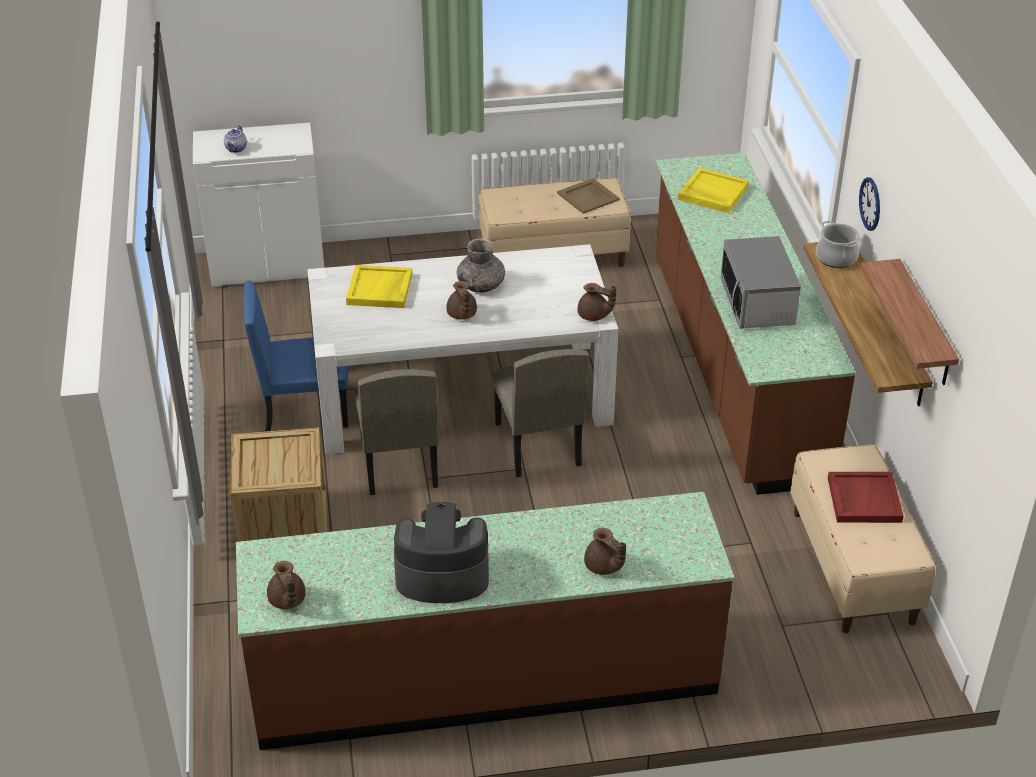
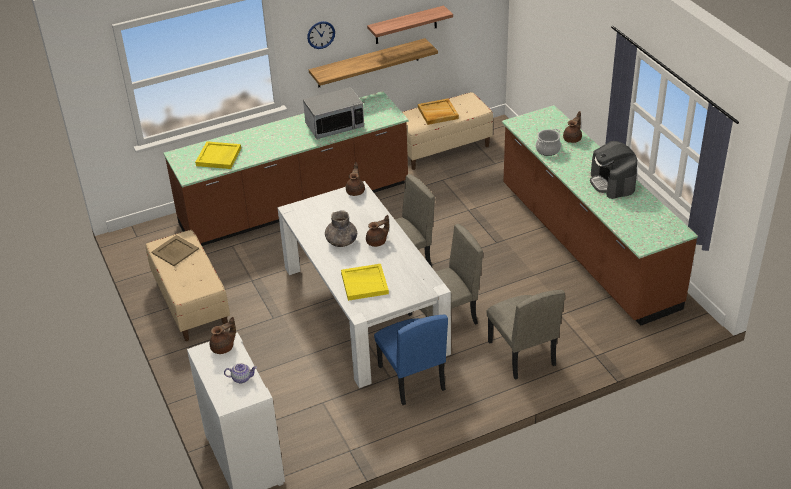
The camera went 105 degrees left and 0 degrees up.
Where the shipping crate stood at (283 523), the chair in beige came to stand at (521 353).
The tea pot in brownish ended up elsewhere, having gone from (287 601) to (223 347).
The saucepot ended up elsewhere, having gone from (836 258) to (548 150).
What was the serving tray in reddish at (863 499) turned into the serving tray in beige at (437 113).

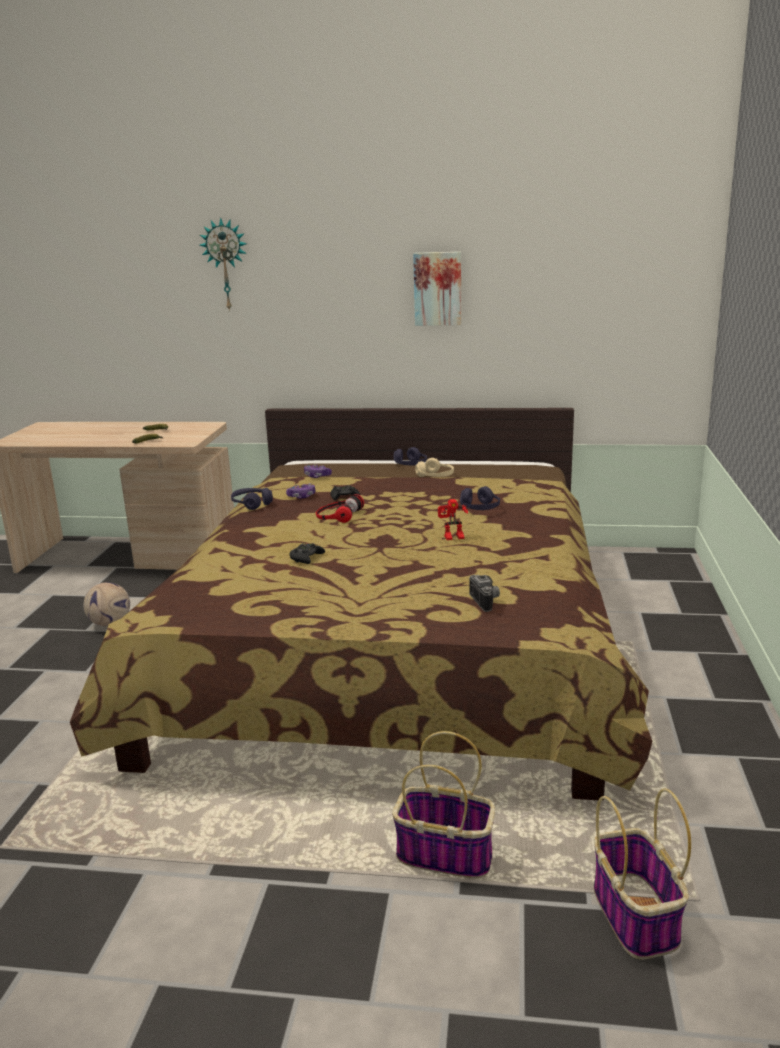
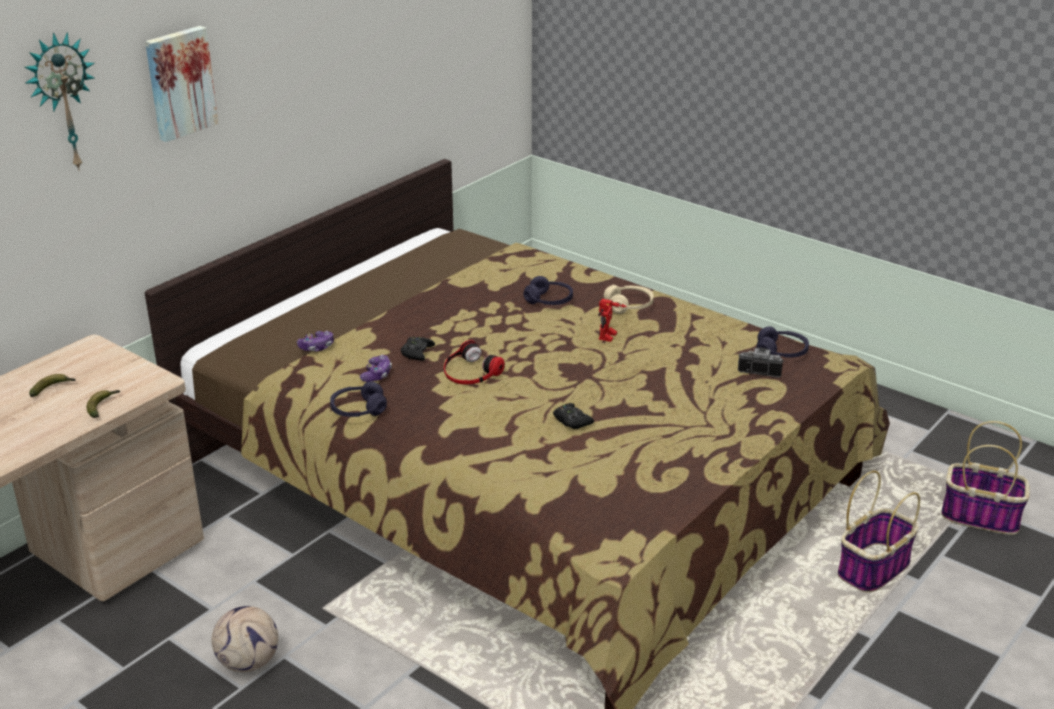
The camera went 60 degrees left and 10 degrees up.
The pair of headphones in purple-coloured ended up elsewhere, having gone from (410 465) to (781 352).
The picture ended up elsewhere, having gone from (437 288) to (179 82).
The pair of headphones in beige ended up elsewhere, having gone from (435 476) to (629 306).

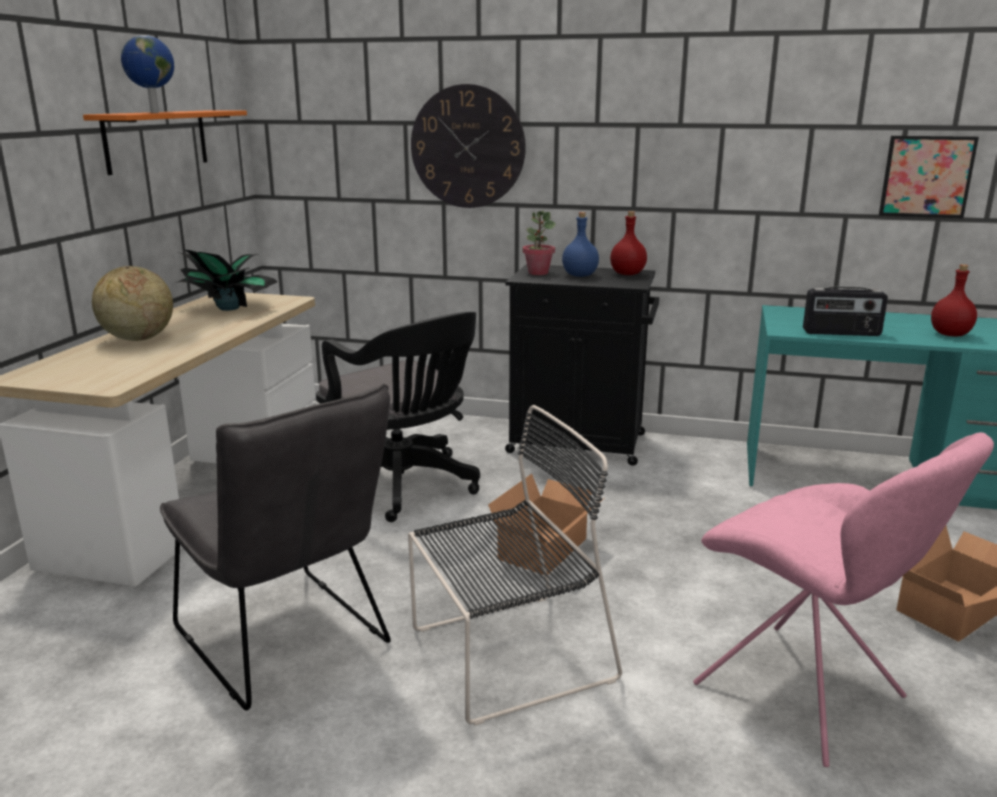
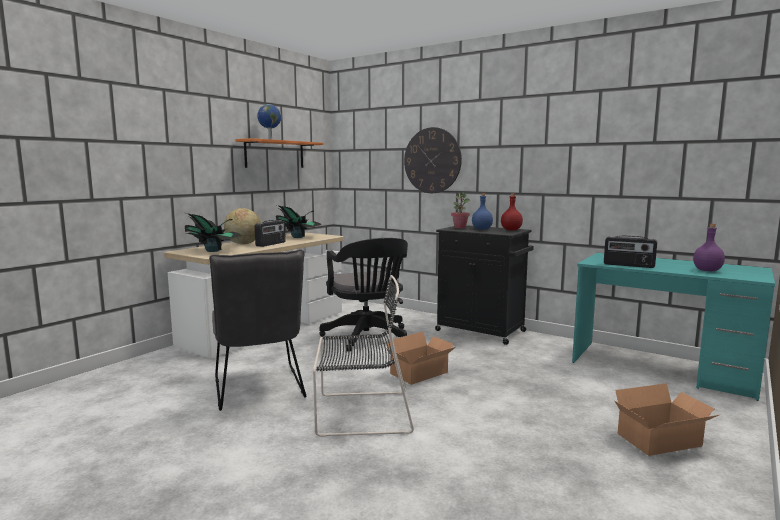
The camera went 20 degrees right and 10 degrees down.
The second view lost the chair in pink at (805 695).
The second view lost the picture at (926 176).
What was the beverage bottle in reddish at (951 334) turned into the beverage bottle in purple-coloured at (707 270).
The second view gained the houseplant at (212 251).
The second view gained the radio receiver at (271 244).

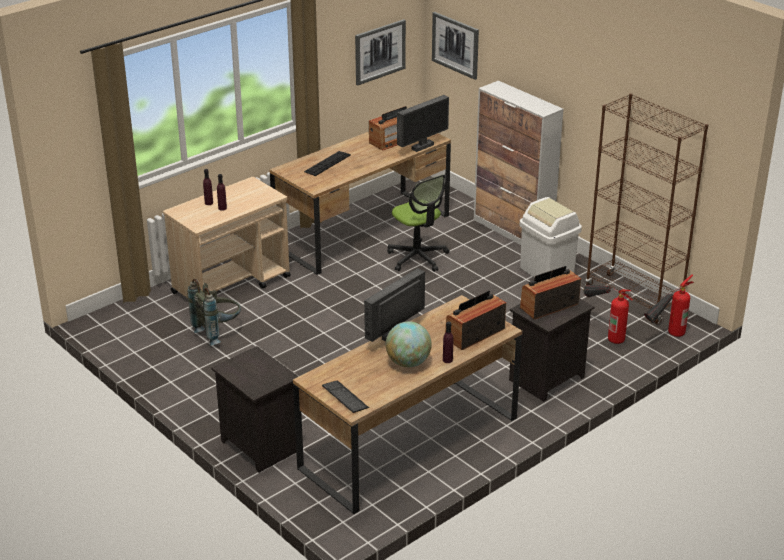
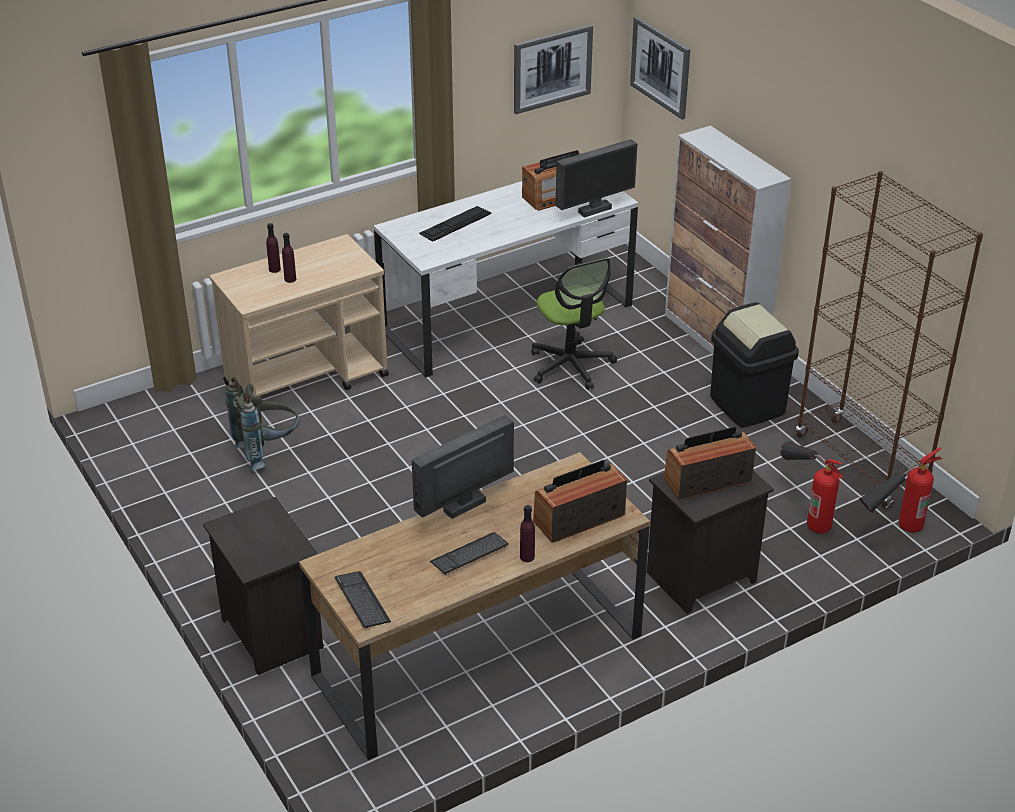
The camera went 10 degrees right and 5 degrees up.
What was the desk table in brownish at (363 231) turned into the desk table in white at (507 317).
Where the globe stood at (408 363), the keyboard came to stand at (469 554).
What was the waste bin in white at (547 270) turned into the waste bin in blackish at (748 405).

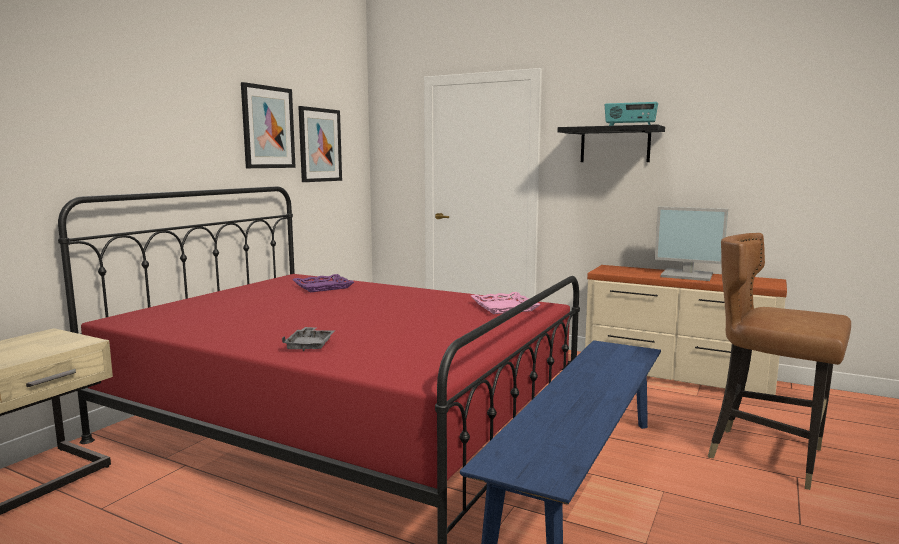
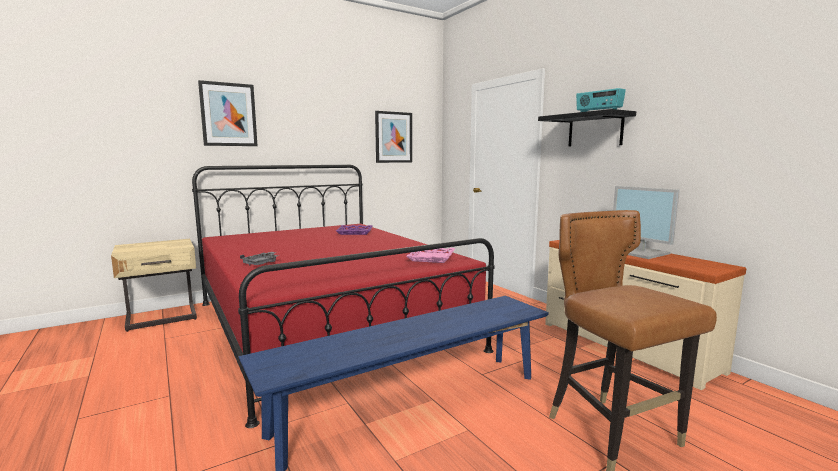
The camera went 30 degrees right and 0 degrees up.
The picture ended up elsewhere, having gone from (268 127) to (228 114).

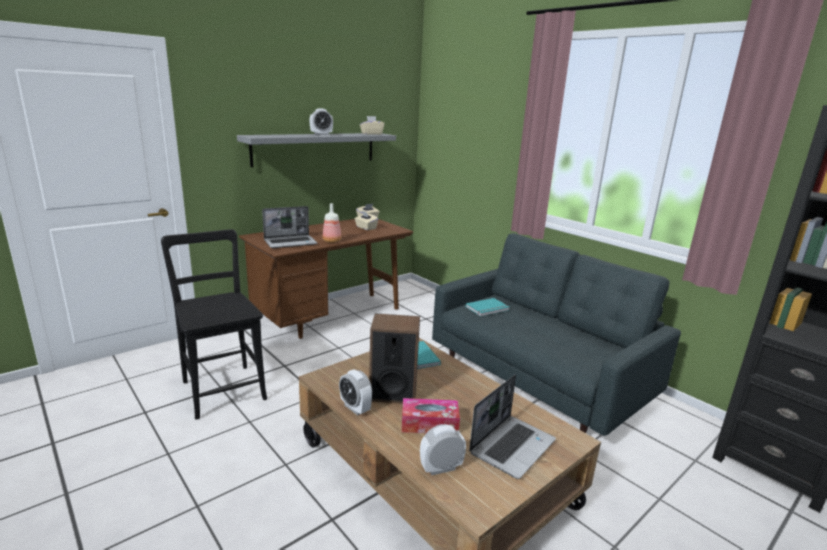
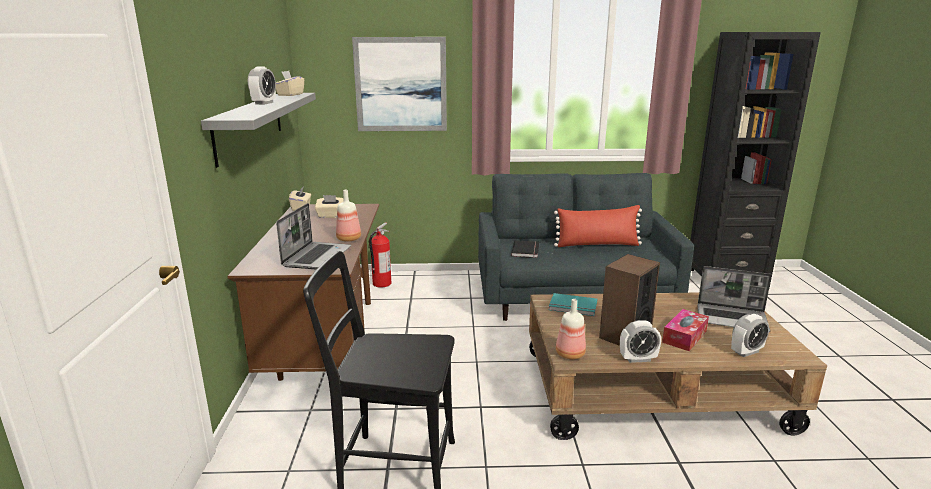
The camera went 50 degrees left and 0 degrees up.
The bedside clock at (441 468) ended up facing another way, 135 degrees counterclockwise from before.
What was the volume in turquoise at (488 309) turned into the volume in blackish at (526 250).
The portable computer at (512 446) ended up facing another way, 120 degrees clockwise from before.
The second view gained the picture at (401 85).
The second view gained the fire extinguisher at (381 284).
The second view gained the cushion in reddish at (597 244).
The second view gained the beverage bottle at (569 354).

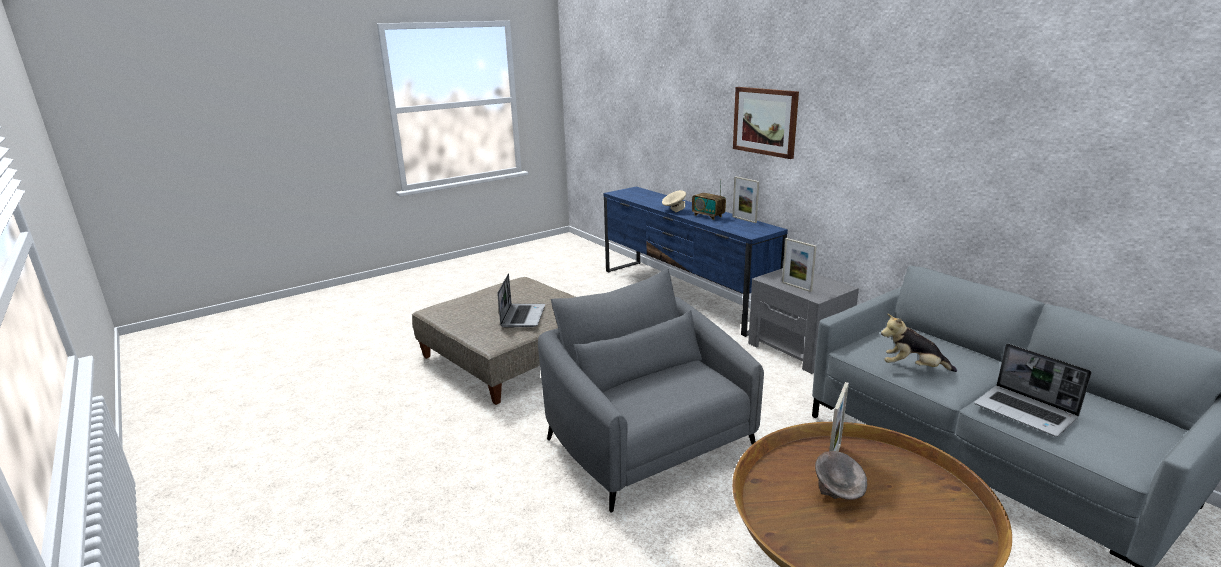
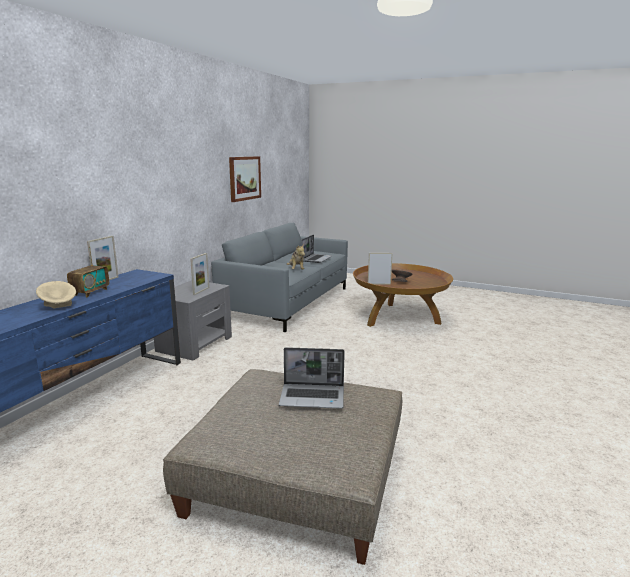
The camera went 120 degrees left and 5 degrees down.
The portable computer at (522 316) ended up facing another way, 150 degrees counterclockwise from before.
The second view lost the easy chair in gray at (649 442).
The picture ended up elsewhere, having gone from (765 121) to (244 178).

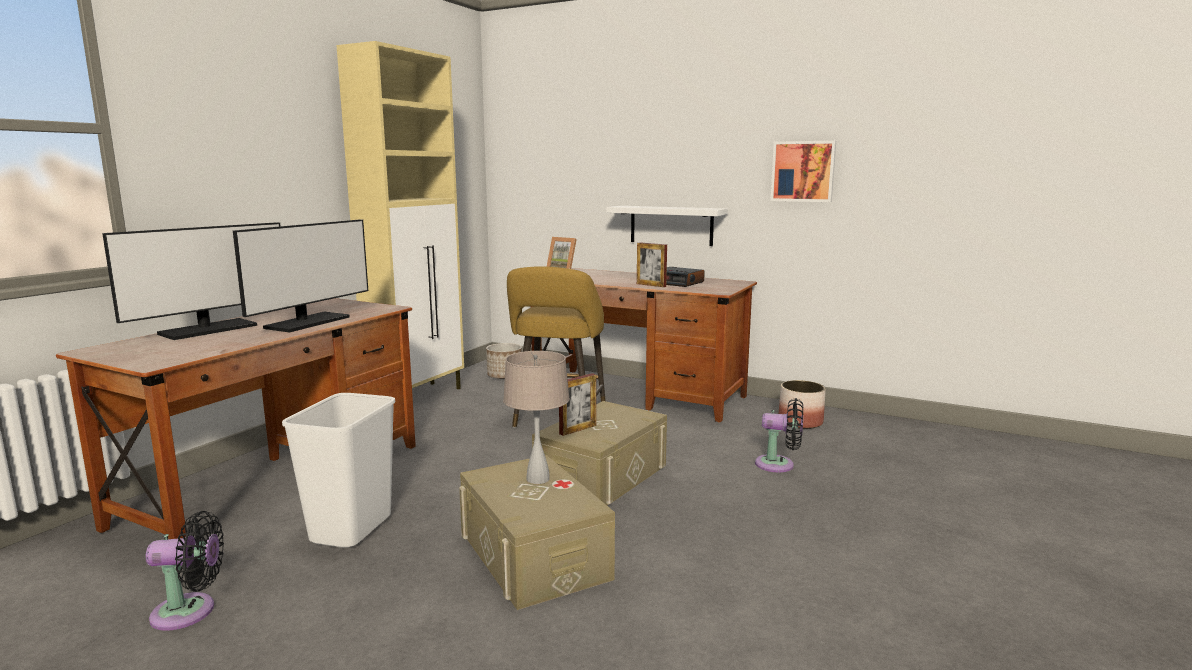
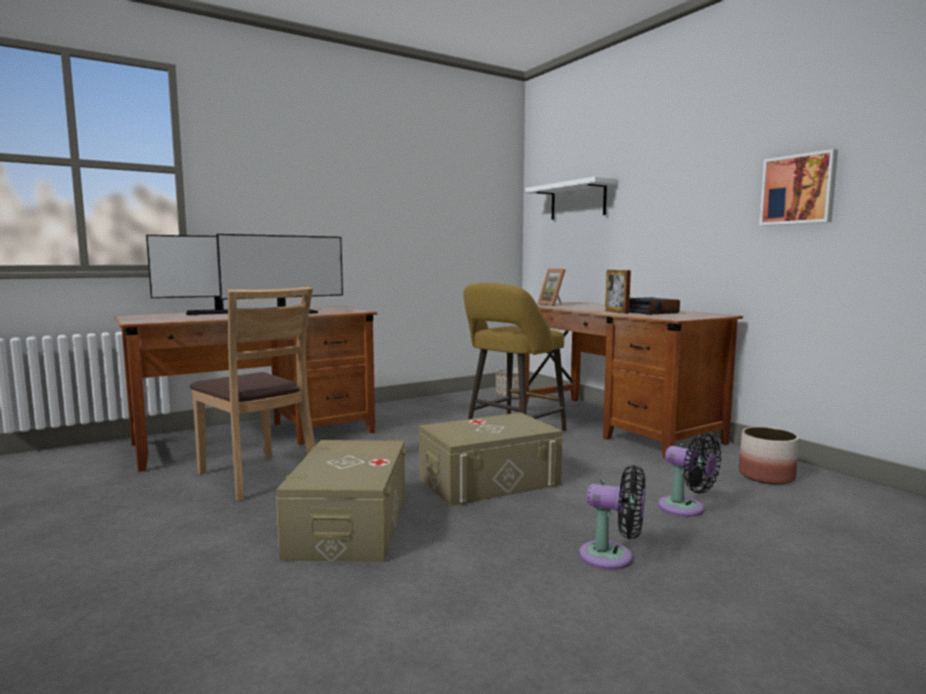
The camera went 30 degrees right and 5 degrees down.
The cooling fan in blackish ended up elsewhere, having gone from (190 612) to (612 557).
Where the waste bin in white stood at (352 530), the chair in brownish came to stand at (257 476).
The second view lost the cabinet in beige at (418 397).
The second view lost the table lamp in beige at (538 478).
The second view lost the photo frame at (578 429).
The shelf in white ended up elsewhere, having gone from (671 225) to (578 201).

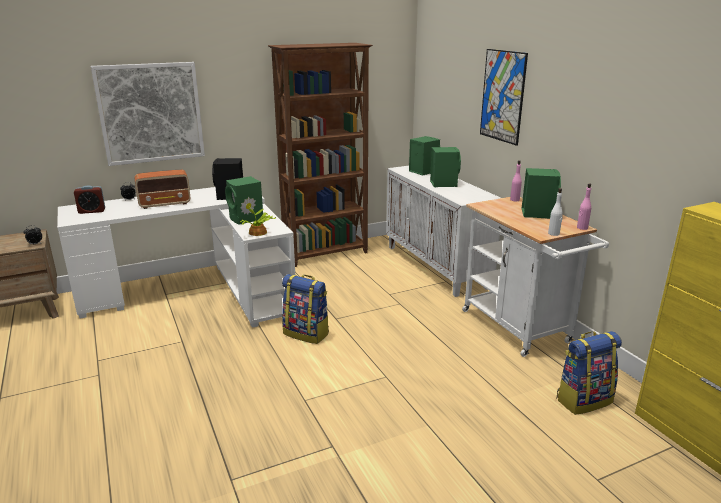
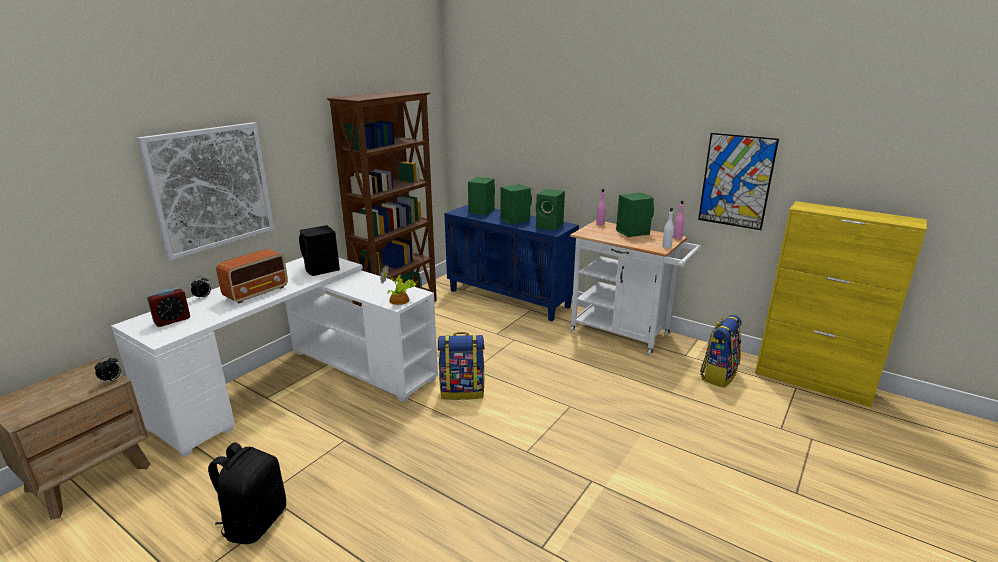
The camera went 30 degrees left and 0 degrees up.
The loudspeaker in green ended up elsewhere, having gone from (246 219) to (550 226).
What was the cabinet in white at (436 266) turned into the cabinet in blue-coloured at (510 298).
The picture ended up elsewhere, having gone from (502 96) to (736 181).
The second view gained the knapsack in blackish at (255 522).

